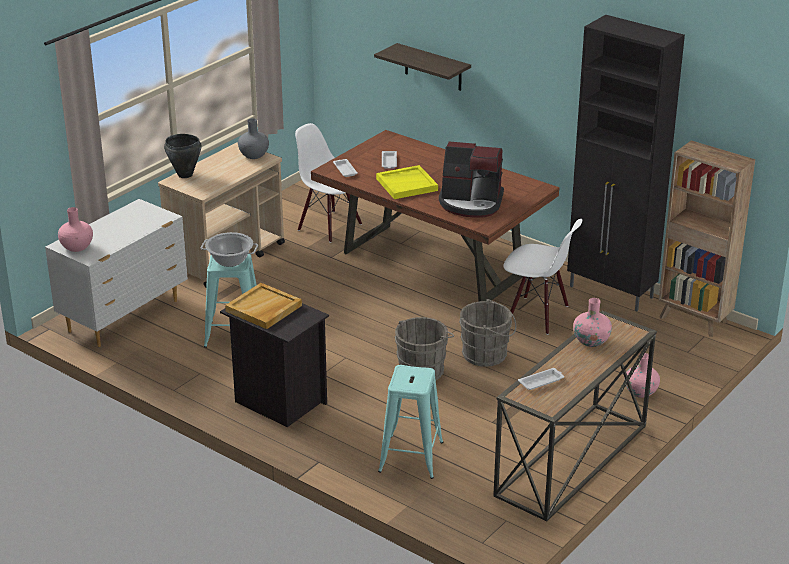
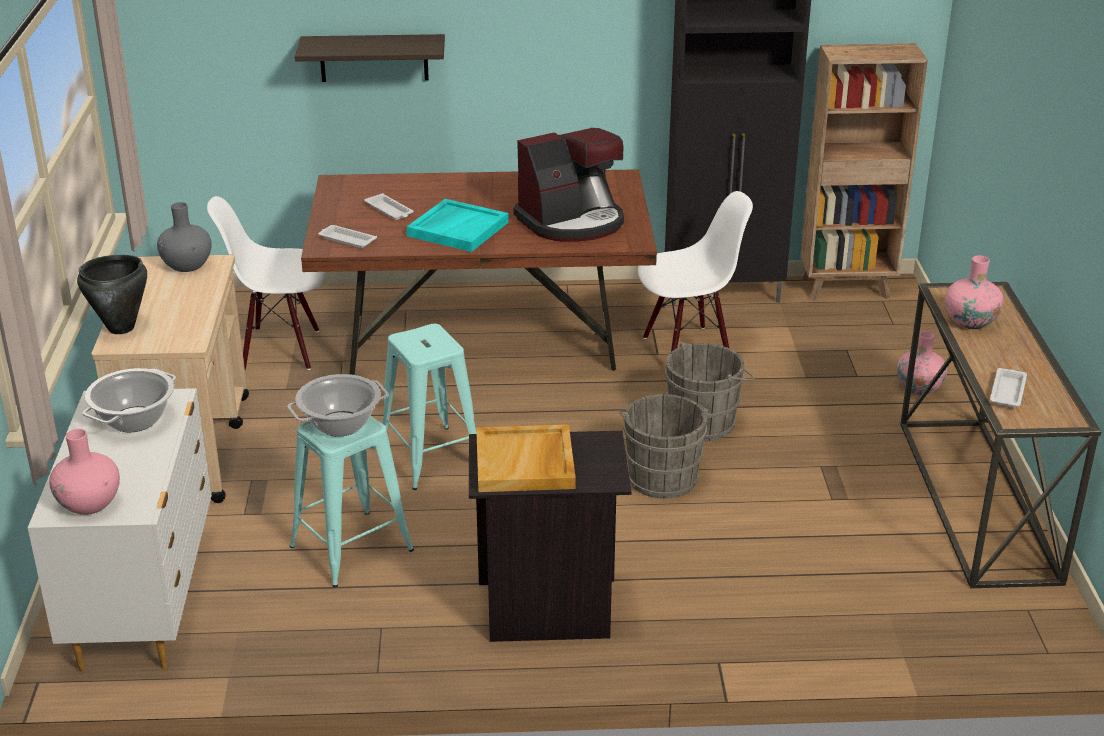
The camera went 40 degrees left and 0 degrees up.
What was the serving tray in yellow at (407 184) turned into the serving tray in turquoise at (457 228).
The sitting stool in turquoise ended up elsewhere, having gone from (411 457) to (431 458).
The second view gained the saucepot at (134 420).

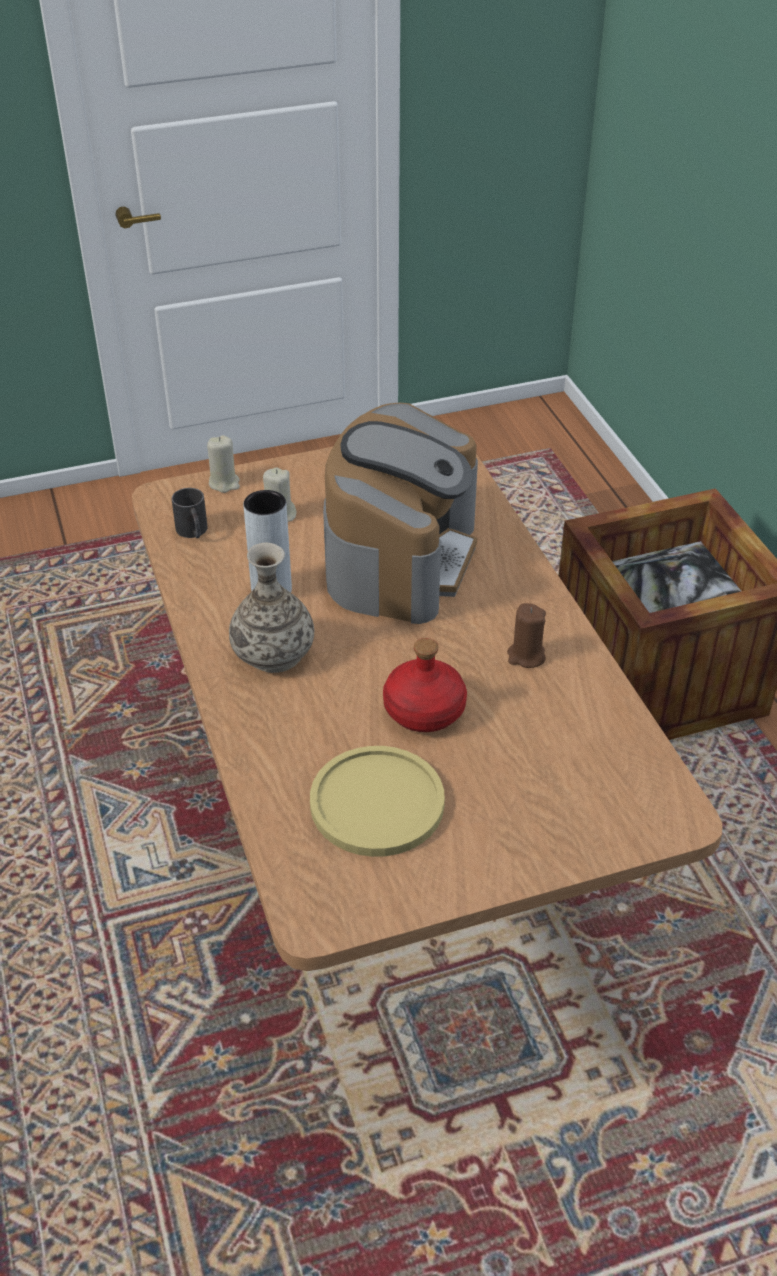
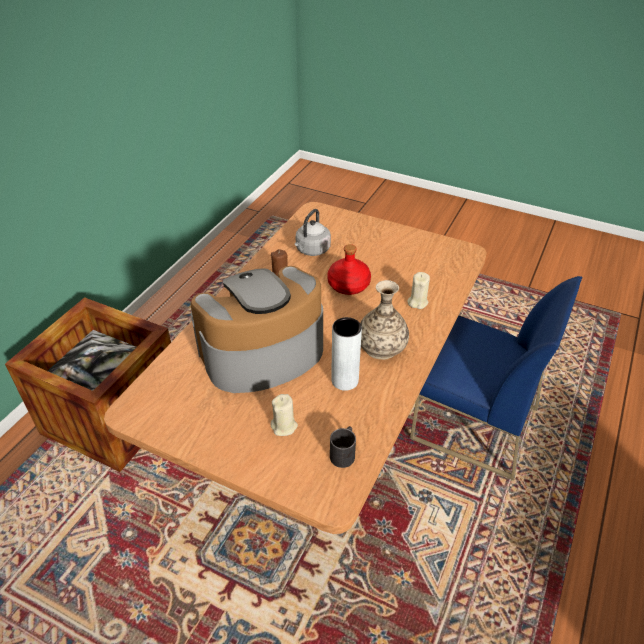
The camera went 135 degrees left and 0 degrees up.
The wax candle in beige ended up elsewhere, having gone from (224 483) to (417 302).
The second view lost the plate in yellow at (377 803).
The second view gained the tea kettle in gray at (312 250).
The second view gained the chair in blue-coloured at (473 424).

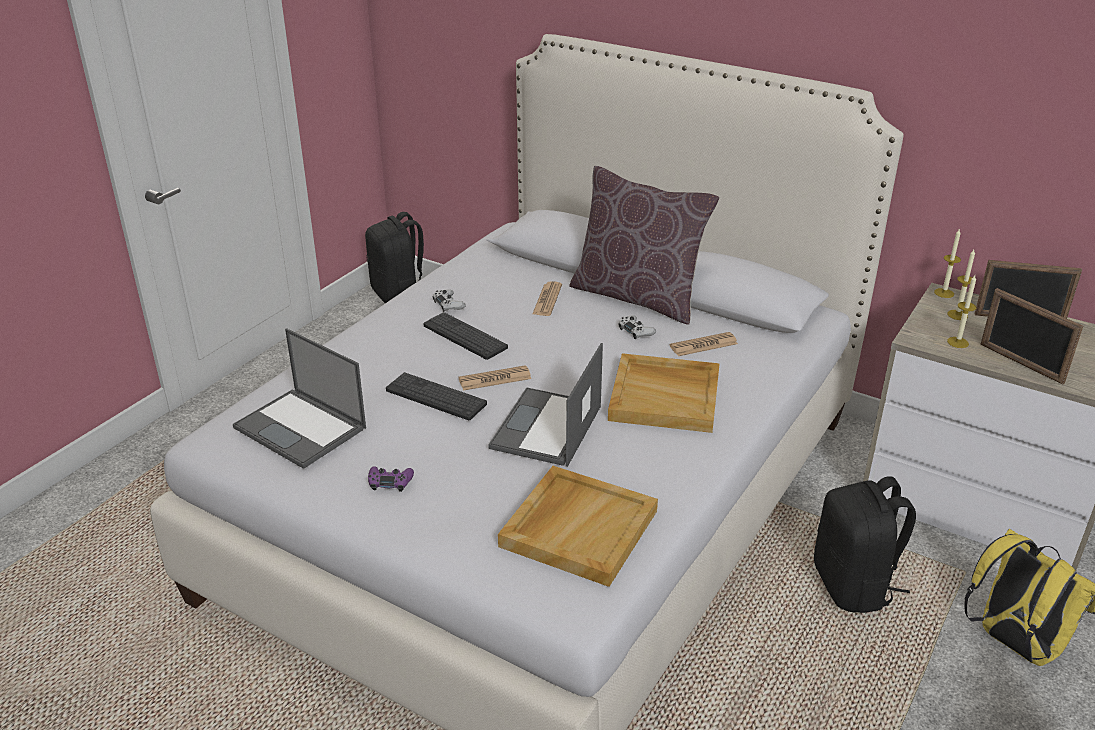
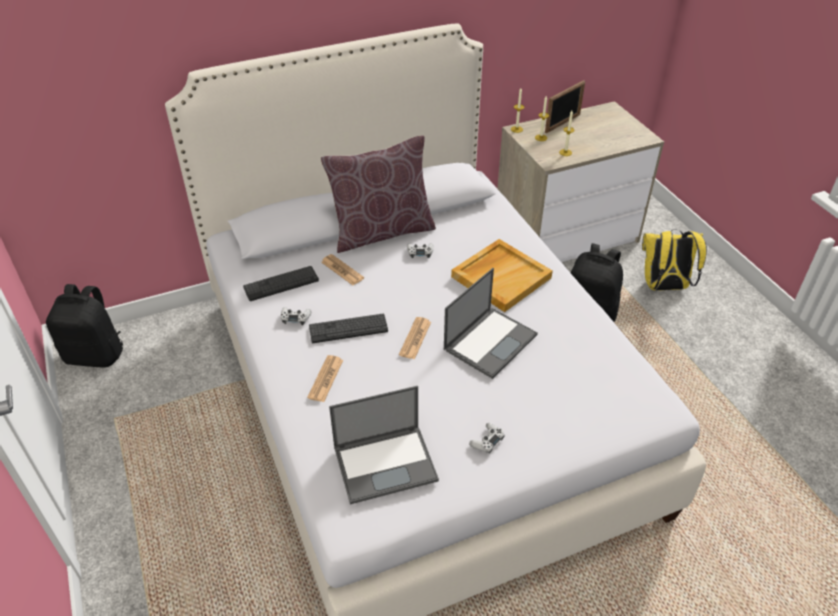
The camera went 55 degrees left and 10 degrees up.
What was the gamepad in purple-coloured at (390 482) turned into the gamepad in white at (487 441).
The keyboard ended up elsewhere, having gone from (436 397) to (281 284).
The portable computer at (546 428) ended up facing another way, 105 degrees counterclockwise from before.
The second view lost the serving tray in beige at (578 527).
The daily paper ended up elsewhere, having gone from (703 345) to (325 379).
The second view lost the photo frame at (1020 363).

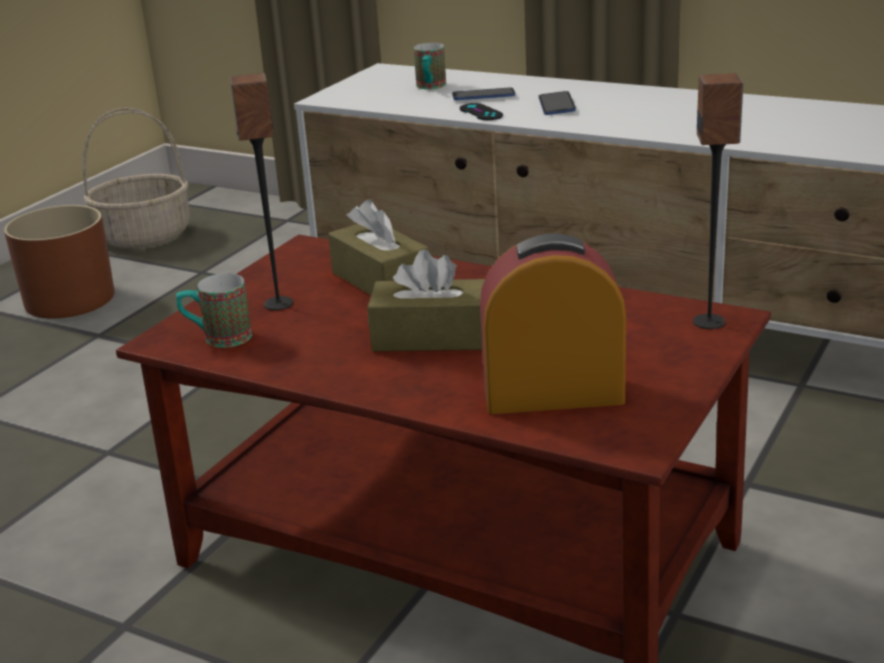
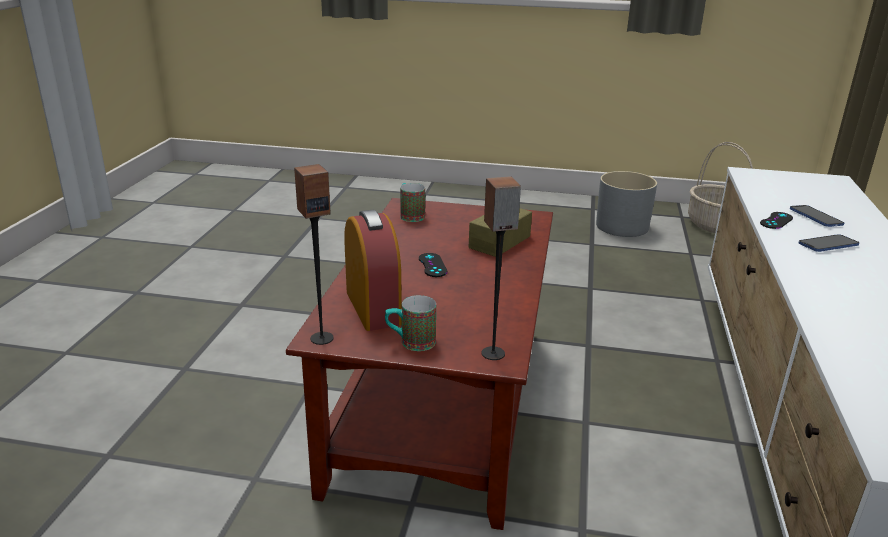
The camera went 70 degrees right and 0 degrees up.
What was the plant pot in brownish at (70 299) turned into the plant pot in gray at (622 226).
The loudspeaker ended up elsewhere, having gone from (277 304) to (321 338).
Where the tissue holder in brownish stood at (431 337), the gamepad in blackish came to stand at (432 265).
The mug ended up elsewhere, having gone from (430 87) to (410 343).

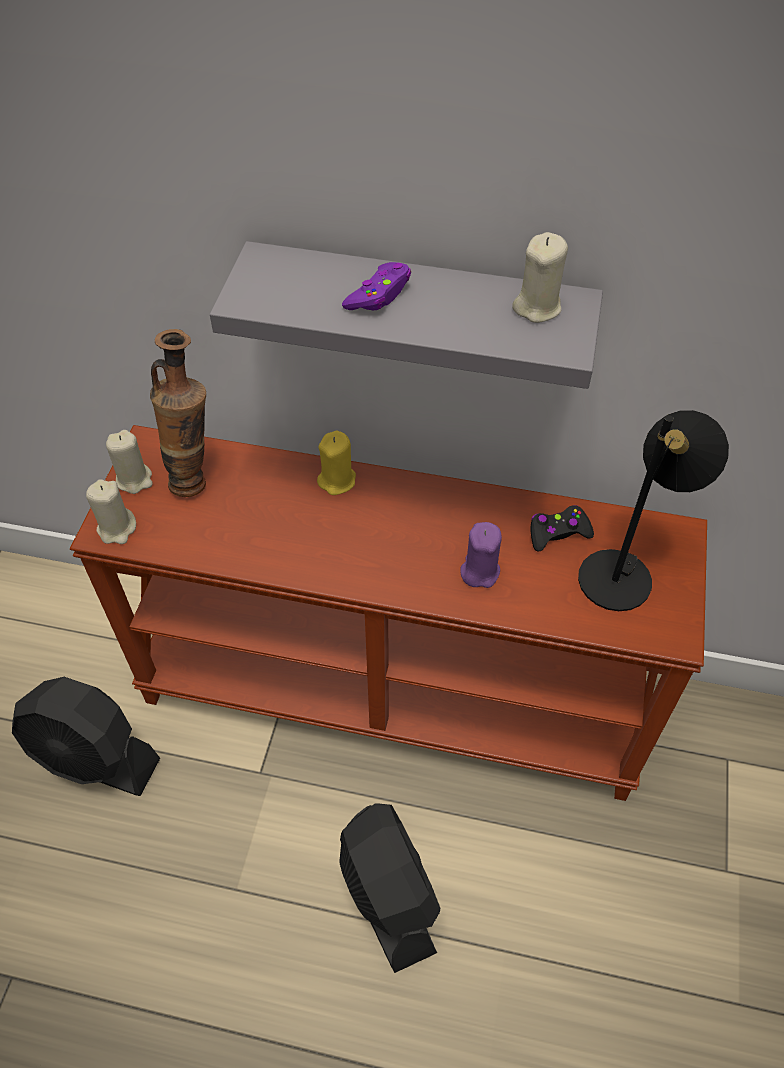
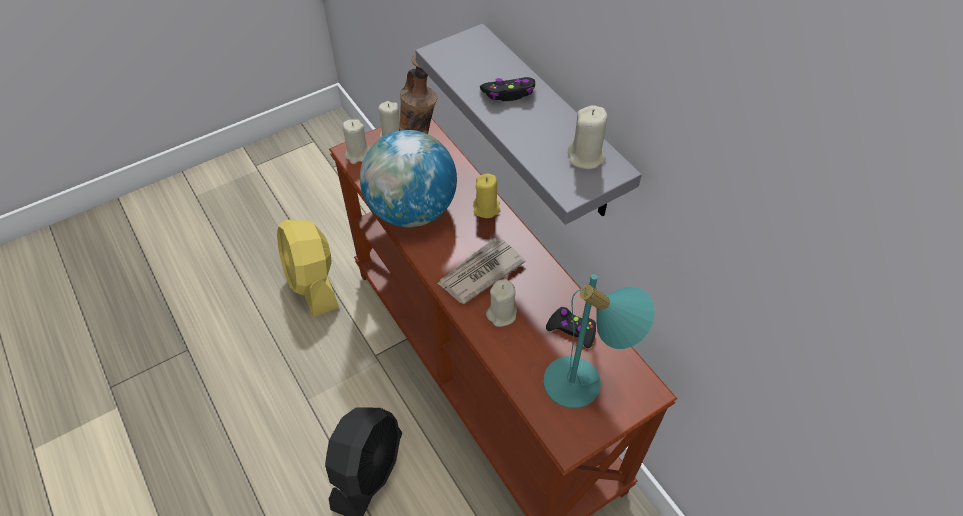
The camera went 45 degrees right and 0 degrees up.
What was the cooling fan in blackish at (94 758) turned into the cooling fan in yellow at (313 283).
What was the gamepad in purple-coloured at (379 295) turned into the gamepad in blackish at (509 93).
What was the wax candle in purple-coloured at (479 571) turned into the wax candle in beige at (502 314).
What was the table lamp in blackish at (626 573) turned into the table lamp in turquoise at (583 384).
The second view gained the globe at (412 210).
The second view gained the daily paper at (479 272).

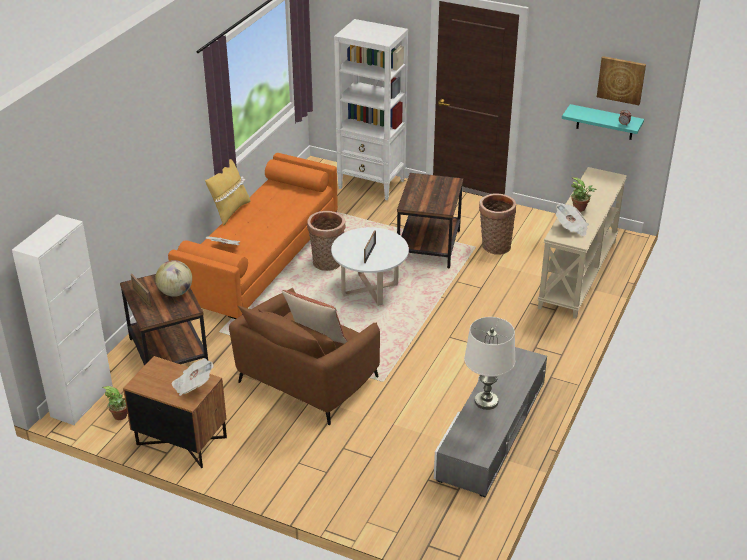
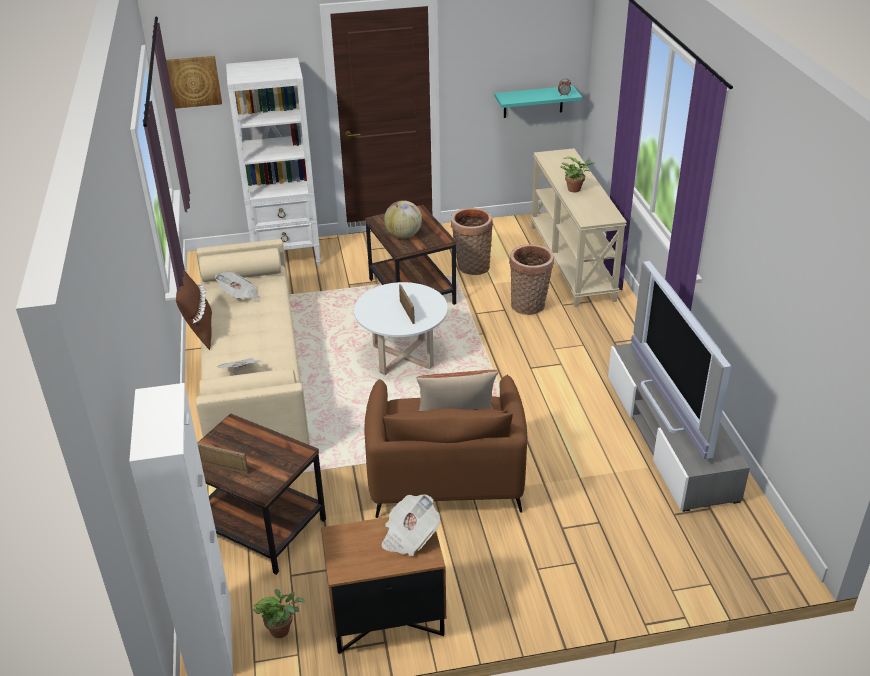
The camera went 35 degrees left and 0 degrees up.
The globe ended up elsewhere, having gone from (176 292) to (403 235).
What was the settee in orangey at (260 261) turned into the settee in beige at (253 378).
What was the cushion in yellow at (230 211) turned into the cushion in brownish at (199 332).
The storage basket ended up elsewhere, having gone from (327 264) to (529 307).
Where the table lamp in white stood at (486 401), the TV came to stand at (670 405).
The daily paper ended up elsewhere, having gone from (571 228) to (239 296).
The picture ended up elsewhere, having gone from (621 80) to (193 81).

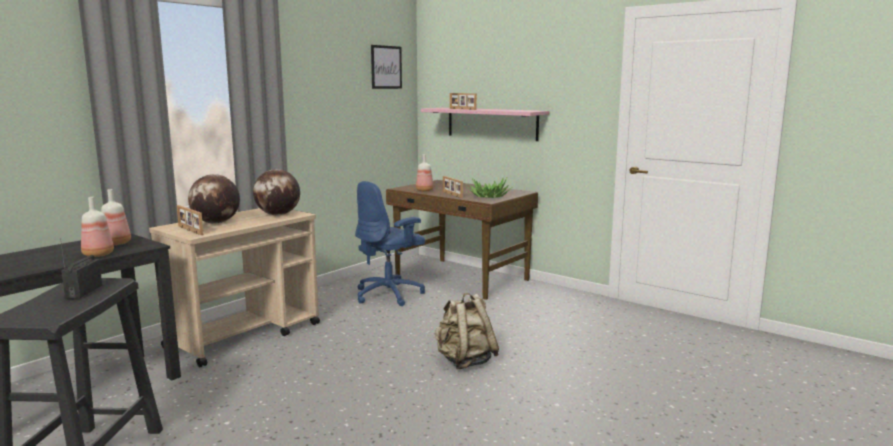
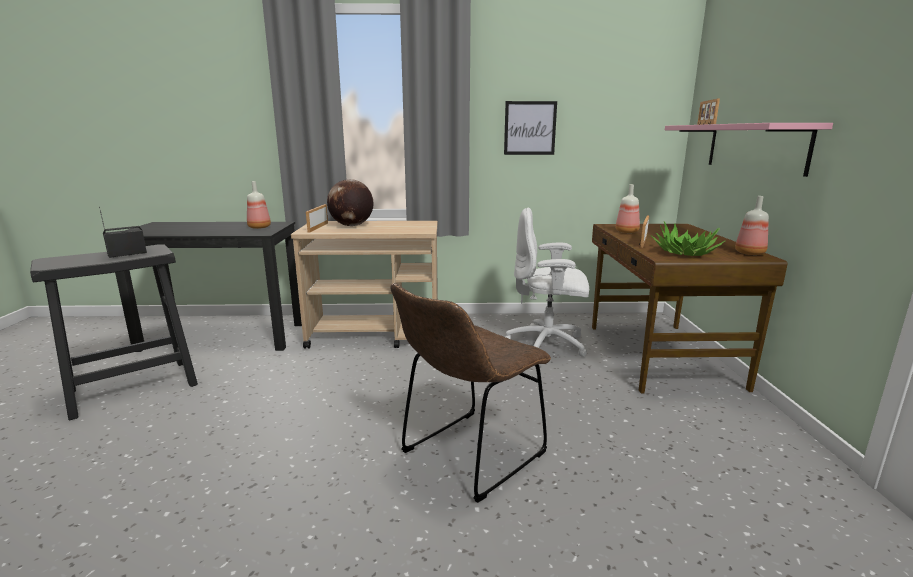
The camera went 50 degrees right and 5 degrees up.
The beverage bottle ended up elsewhere, having gone from (97 254) to (749 253).
The second view lost the globe at (278 215).
What was the desk chair in blue-coloured at (390 295) turned into the desk chair in white at (548 344).
The picture ended up elsewhere, having gone from (386 67) to (530 128).
Where the knapsack in beige stood at (465 361), the chair in brownish came to stand at (468 456).

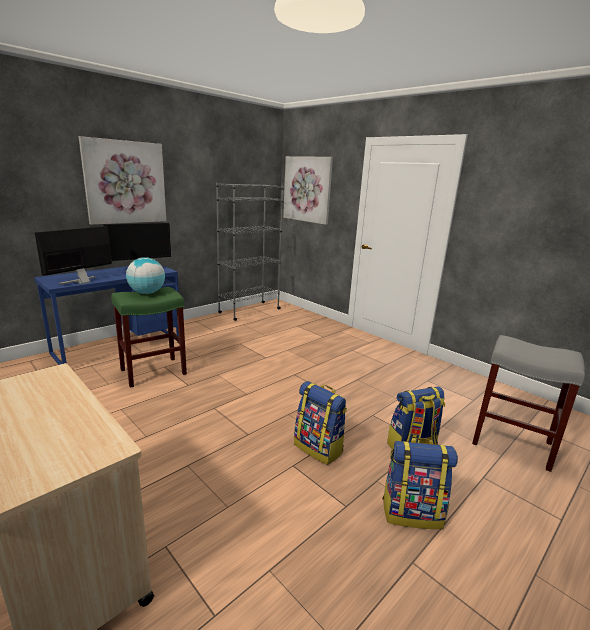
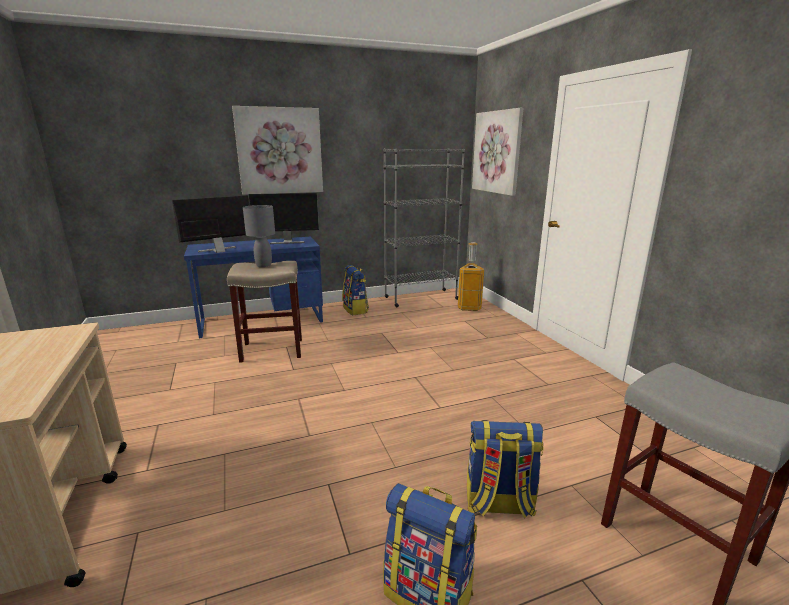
The camera went 25 degrees right and 0 degrees up.
What was the sitting stool in green at (152 372) turned into the sitting stool in beige at (271 350).
Where the globe stood at (147 293), the table lamp in gray came to stand at (263 265).
The knapsack ended up elsewhere, having gone from (319 448) to (356 310).
The second view gained the waste bin at (469 307).

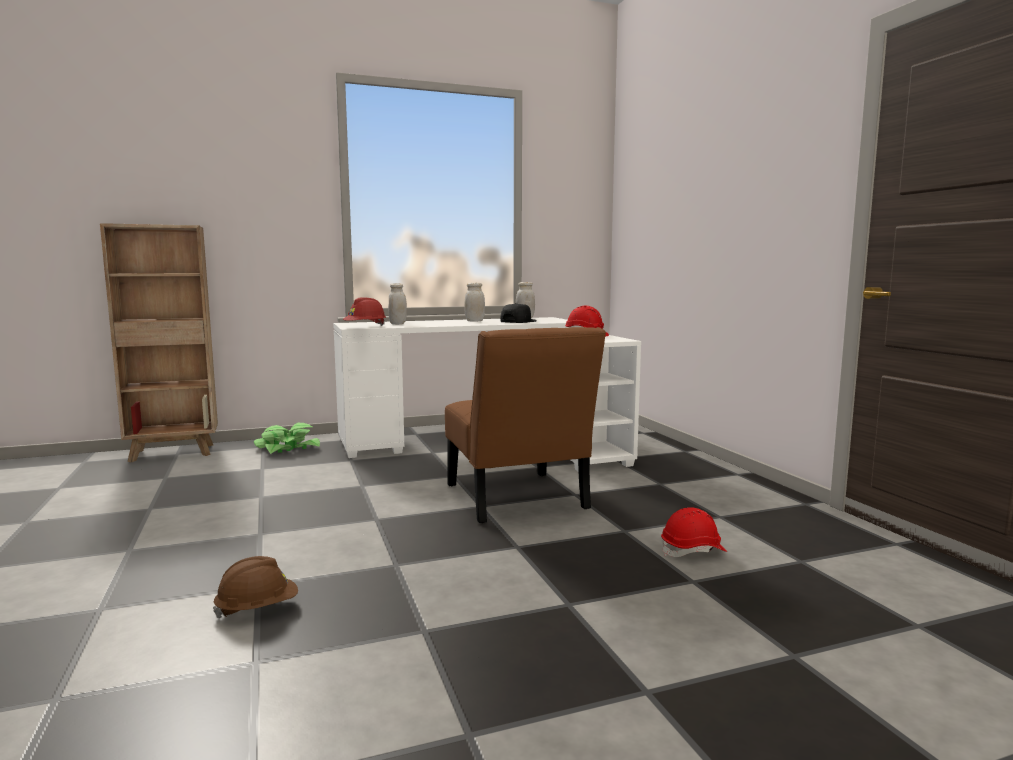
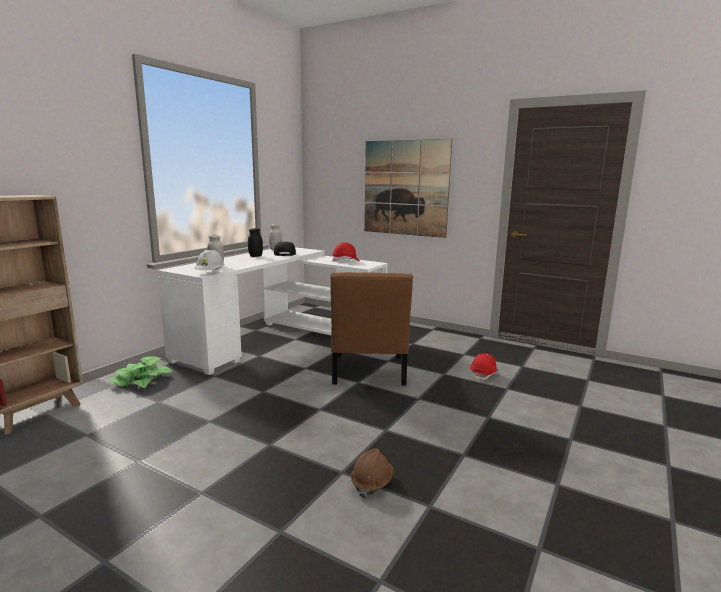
The camera went 40 degrees left and 5 degrees up.
What was the hard hat in reddish at (365 327) turned into the hard hat in white at (210 273).
The chair in brownish at (518 500) ended up facing another way, 60 degrees clockwise from before.
What was the jar in white at (474 321) turned into the jar in blackish at (255 256).
The second view gained the picture at (405 188).

